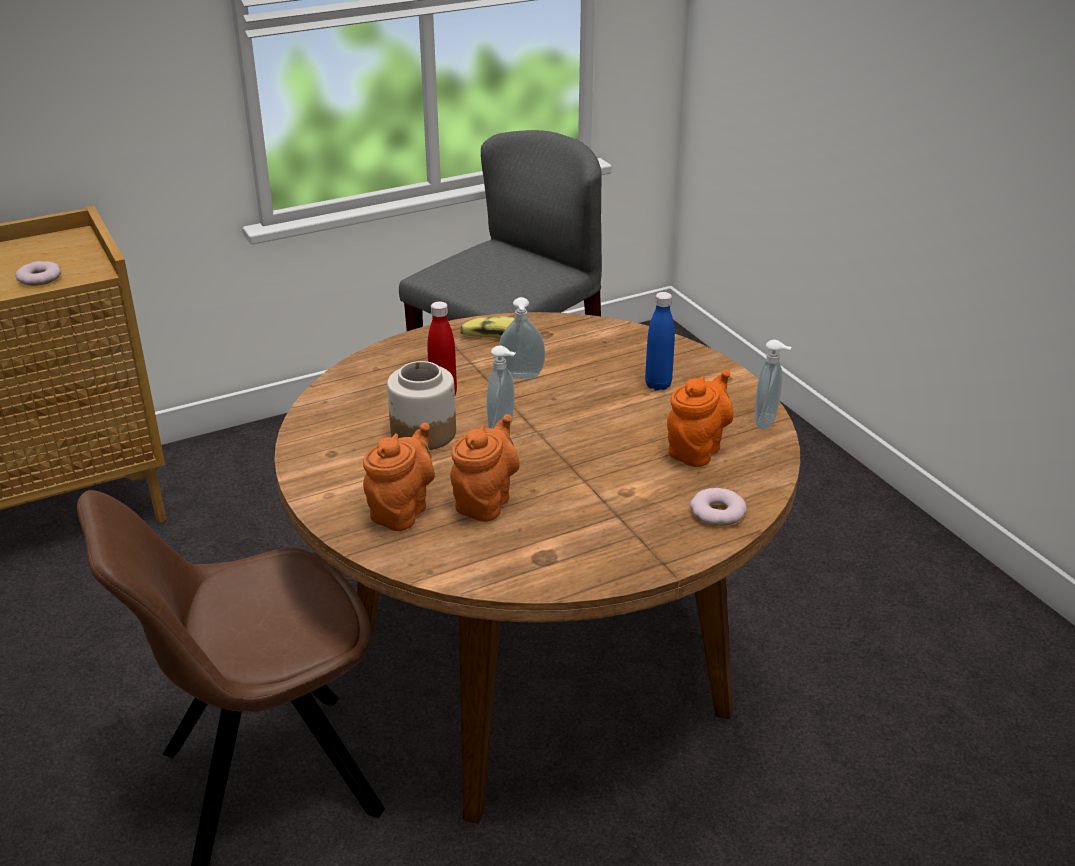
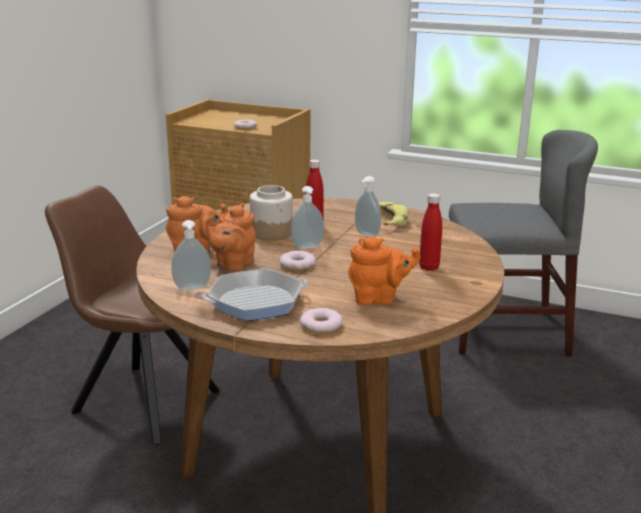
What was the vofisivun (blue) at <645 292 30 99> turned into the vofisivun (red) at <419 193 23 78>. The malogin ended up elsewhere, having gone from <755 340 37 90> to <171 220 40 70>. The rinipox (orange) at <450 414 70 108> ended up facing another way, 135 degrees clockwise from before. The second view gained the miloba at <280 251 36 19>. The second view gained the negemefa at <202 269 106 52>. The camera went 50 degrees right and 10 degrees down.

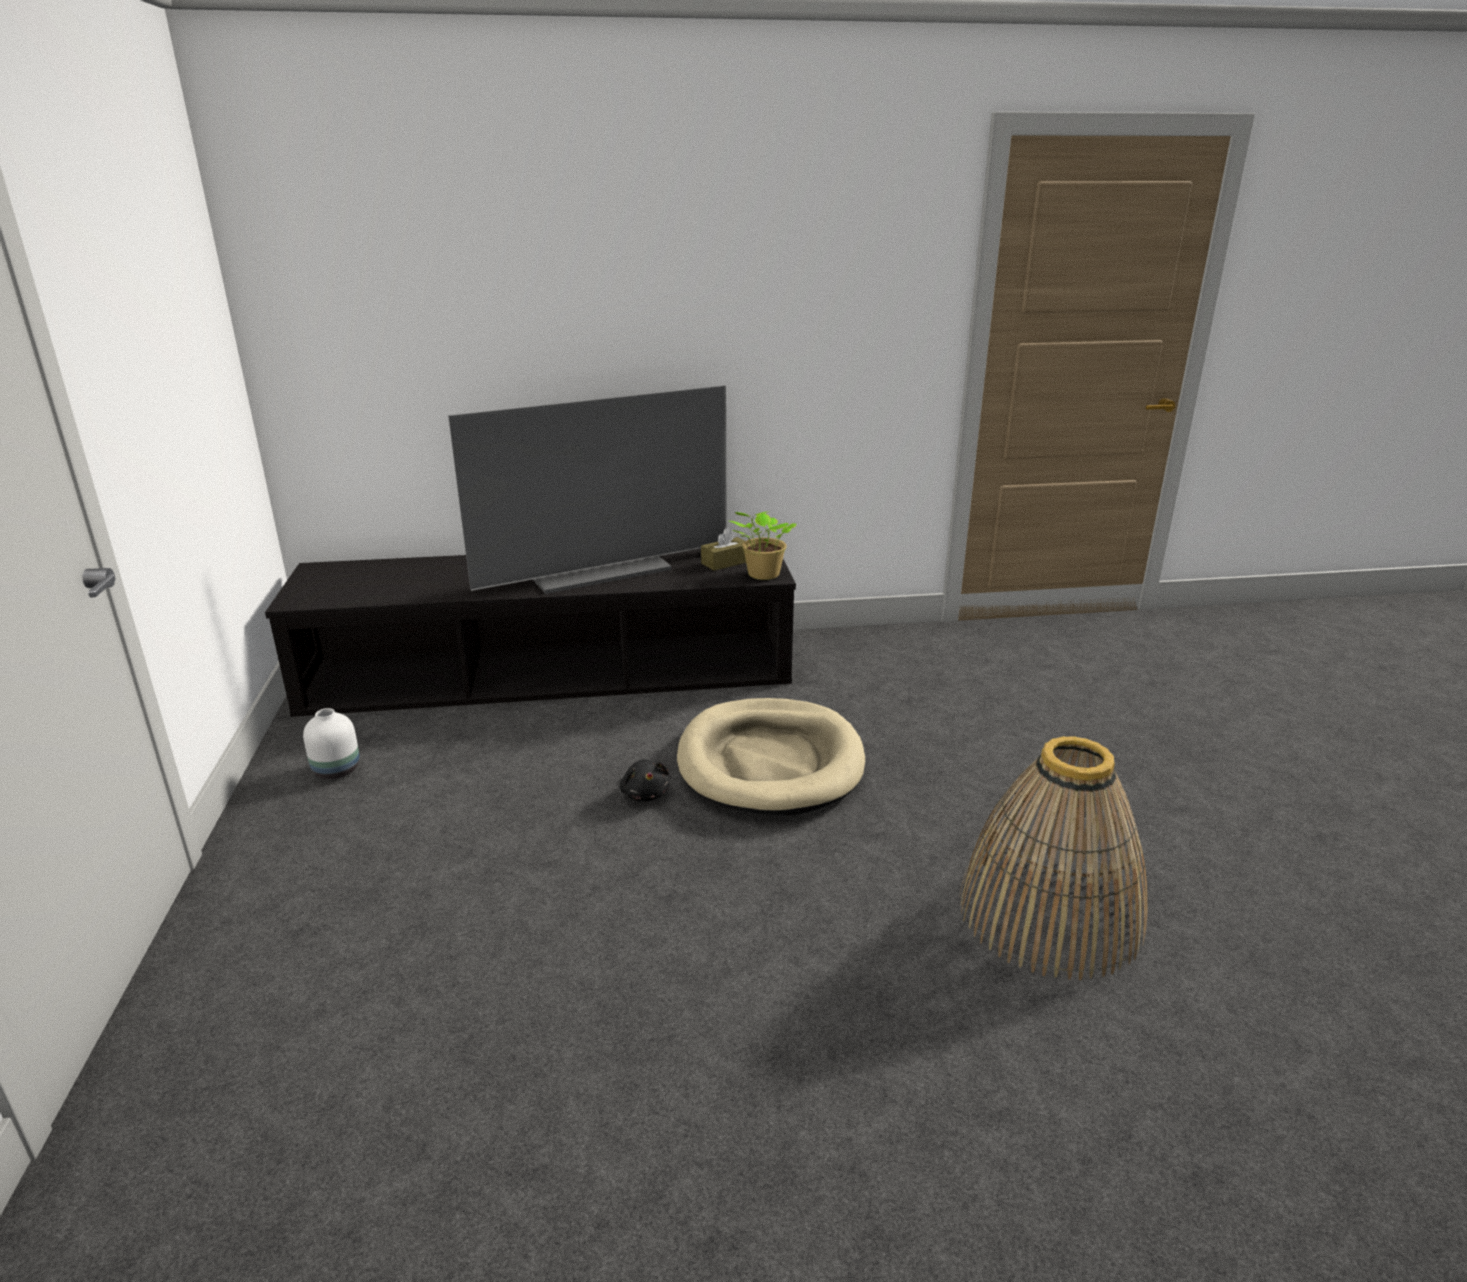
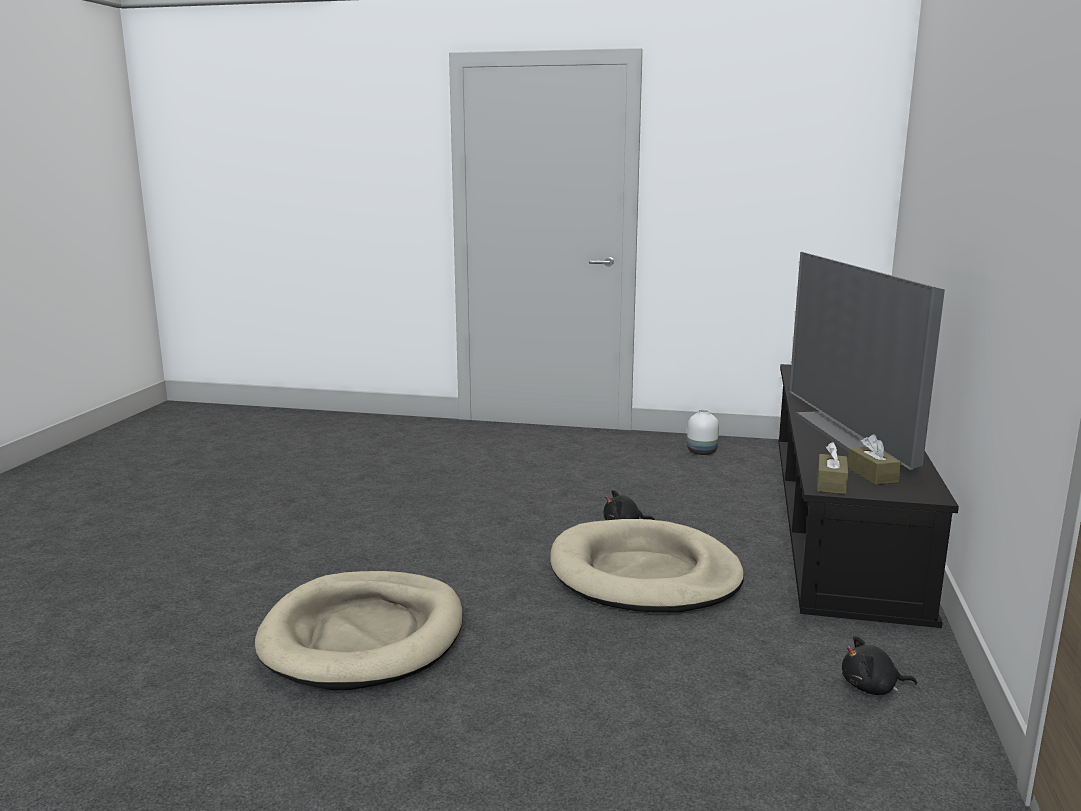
Where the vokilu stood at <729 512 68 68>, the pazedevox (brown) came to stand at <817 442 31 53>. Where the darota stood at <959 736 189 244>, the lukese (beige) came to stand at <255 571 208 119>. The second view gained the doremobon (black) at <842 636 75 59>. The camera went 110 degrees right and 10 degrees down.

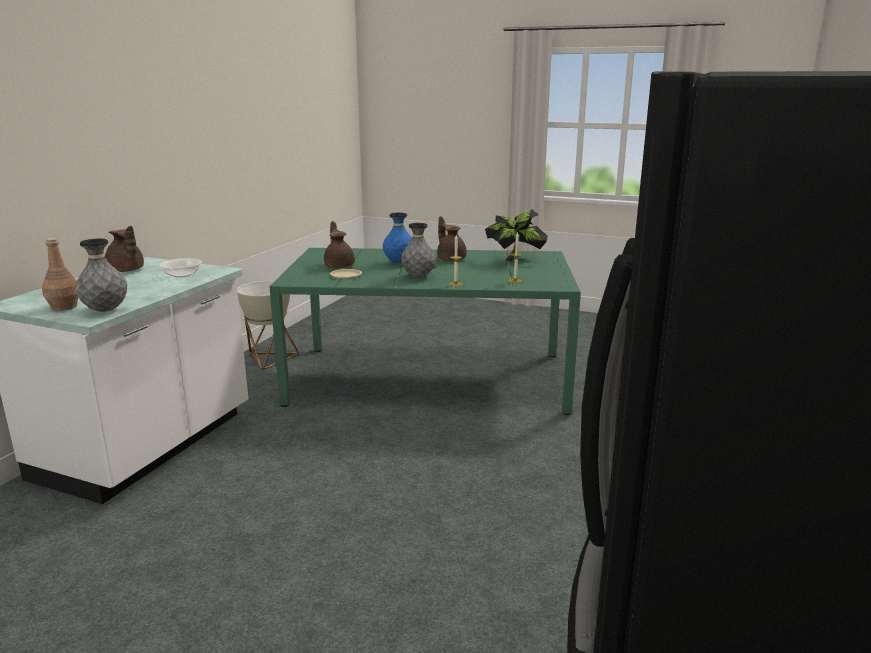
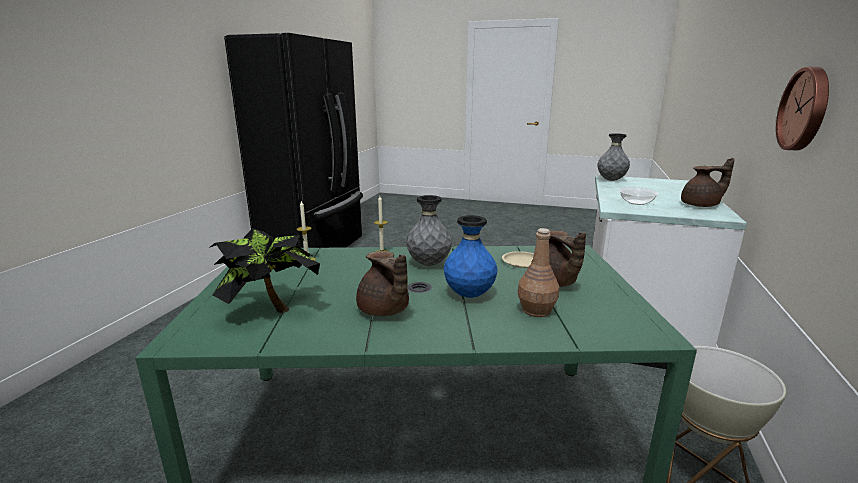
The rinipox (brown) at <105 226 39 46> ended up facing another way, 135 degrees clockwise from before. The vofisivun (brown) ended up elsewhere, having gone from <42 238 36 73> to <518 228 41 89>. The second view gained the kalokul at <776 67 53 83>. The camera went 175 degrees right and 0 degrees up.

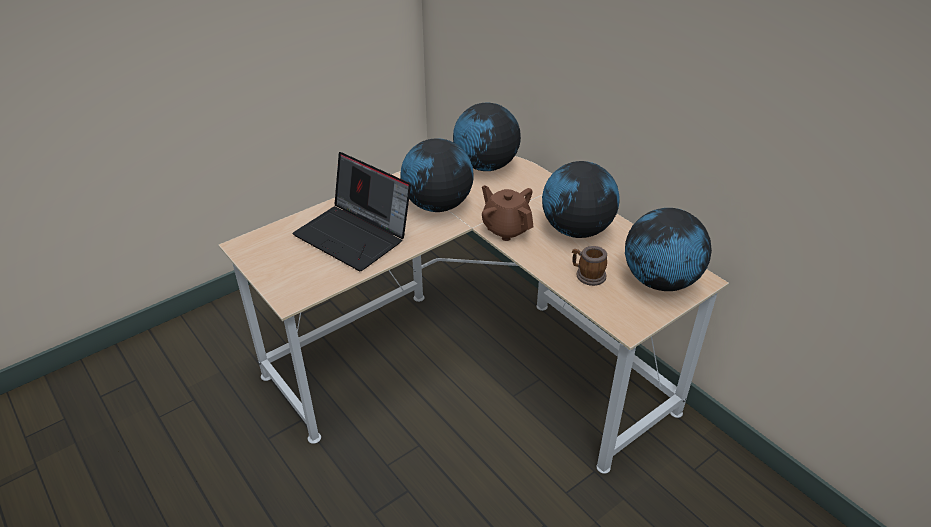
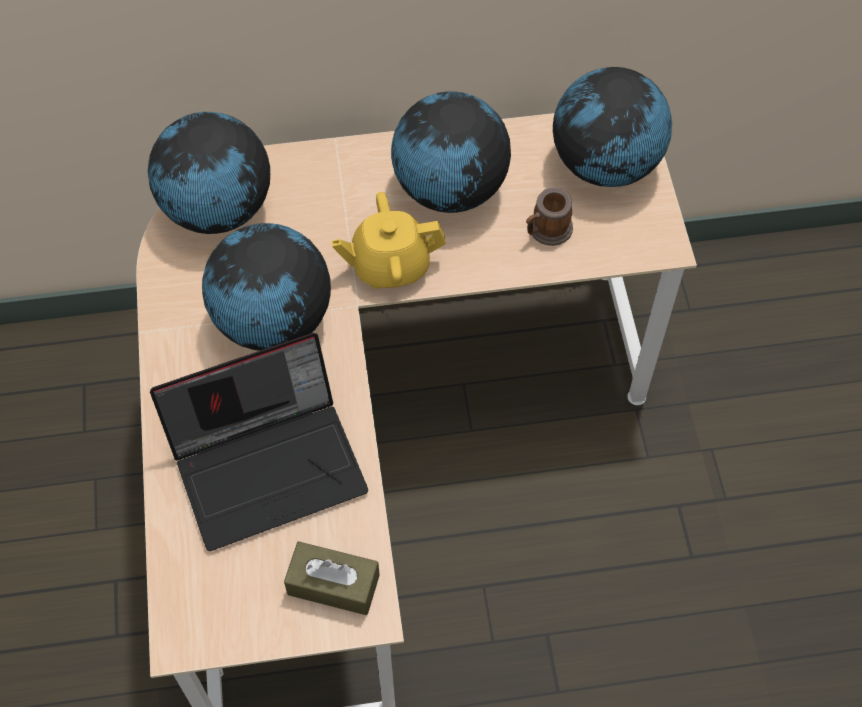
What was the rinipox (brown) at <482 185 52 56> turned into the rinipox (yellow) at <331 192 115 97>. The second view gained the pazedevox (brown) at <284 541 96 74>. The camera went 60 degrees left and 20 degrees up.

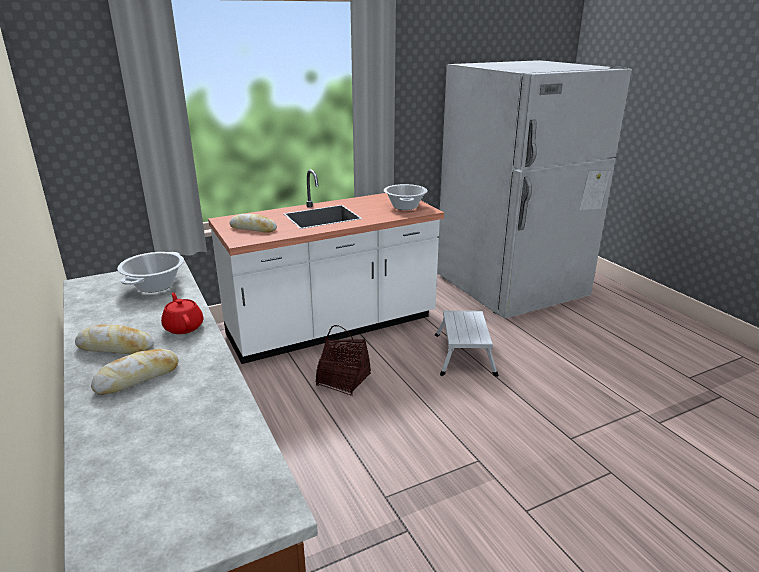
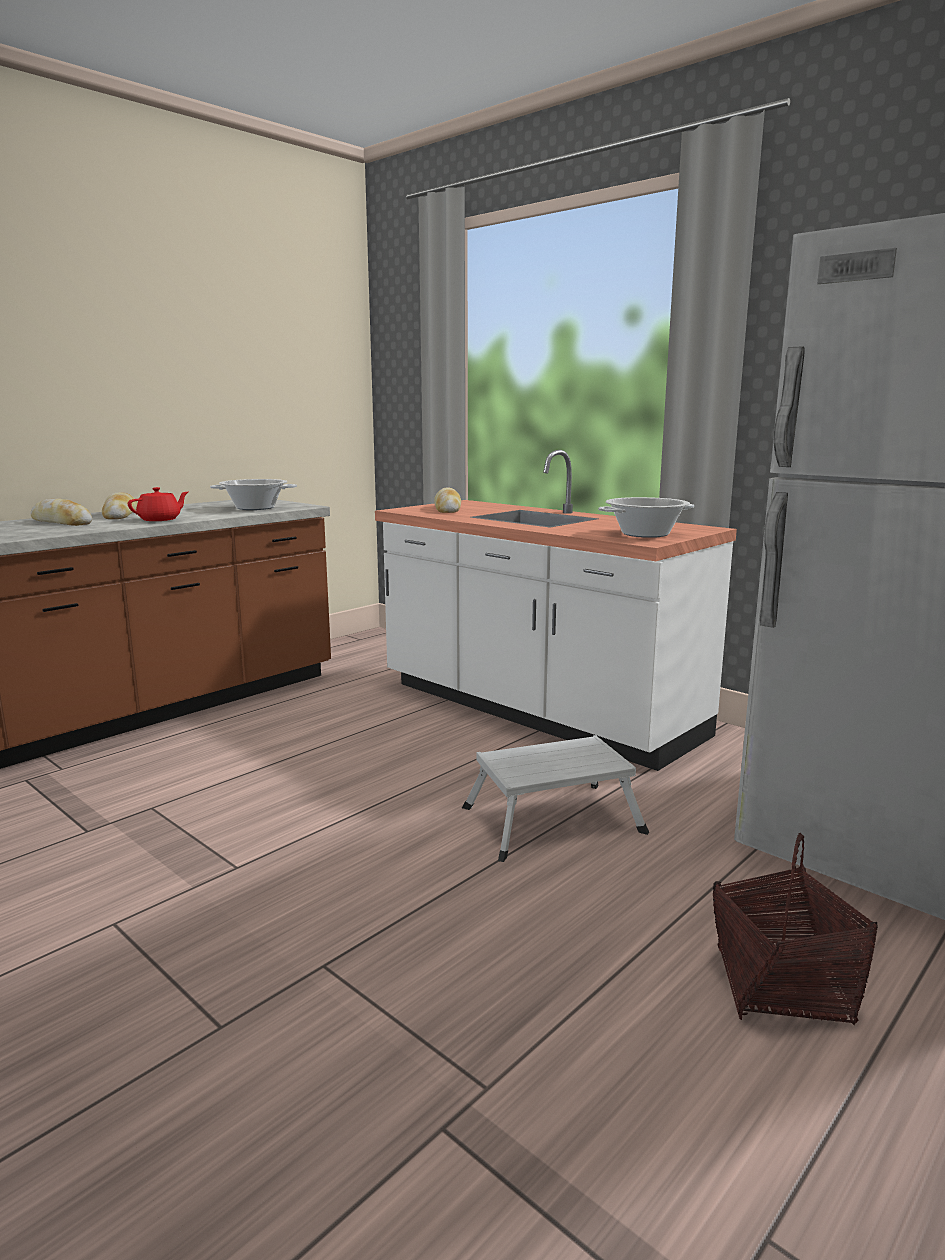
The darota ended up elsewhere, having gone from <316 325 55 71> to <713 833 165 193>. The camera went 70 degrees right and 10 degrees down.

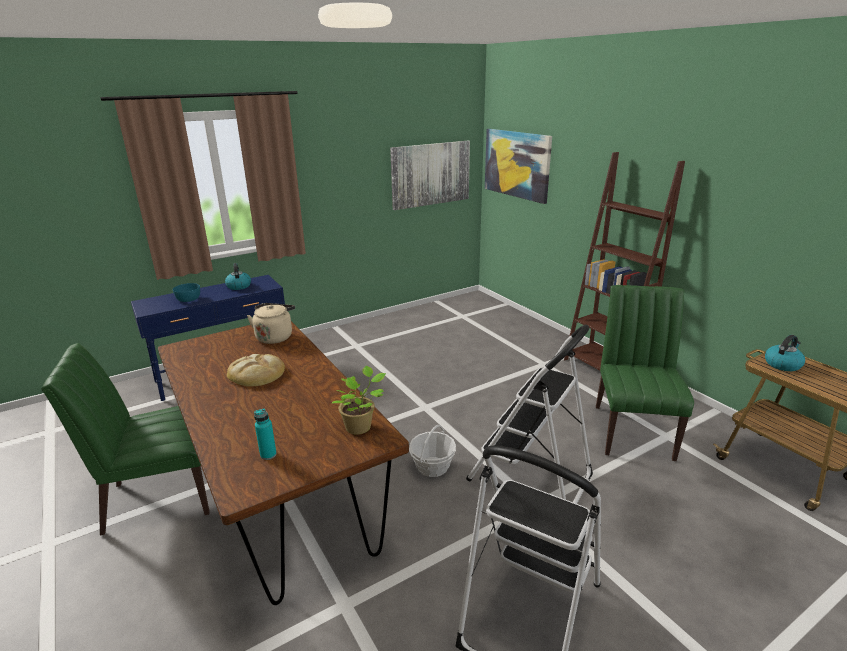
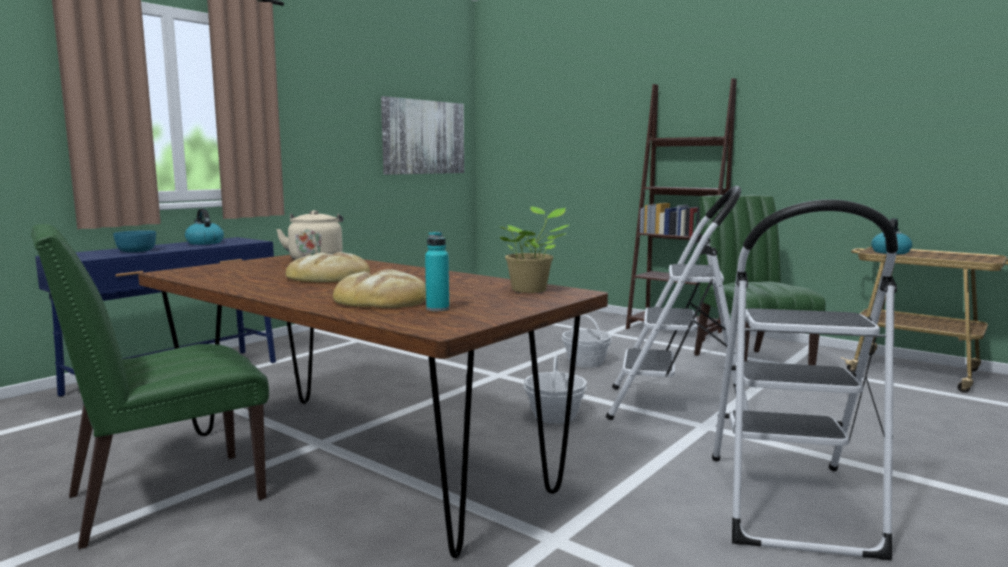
The second view lost the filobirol at <485 129 67 75>. The second view gained the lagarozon at <333 269 93 39>. The second view gained the darota at <562 314 50 54>. The camera went 20 degrees left and 15 degrees down.

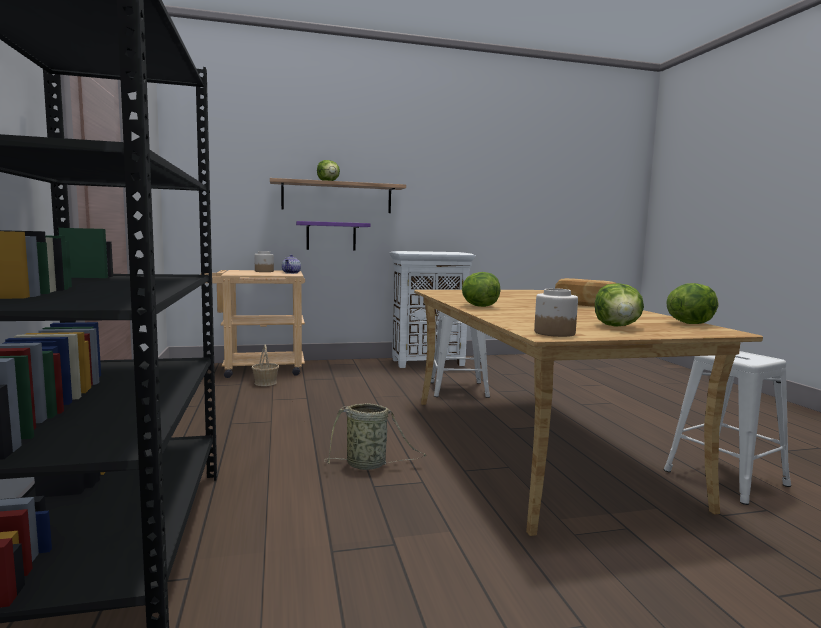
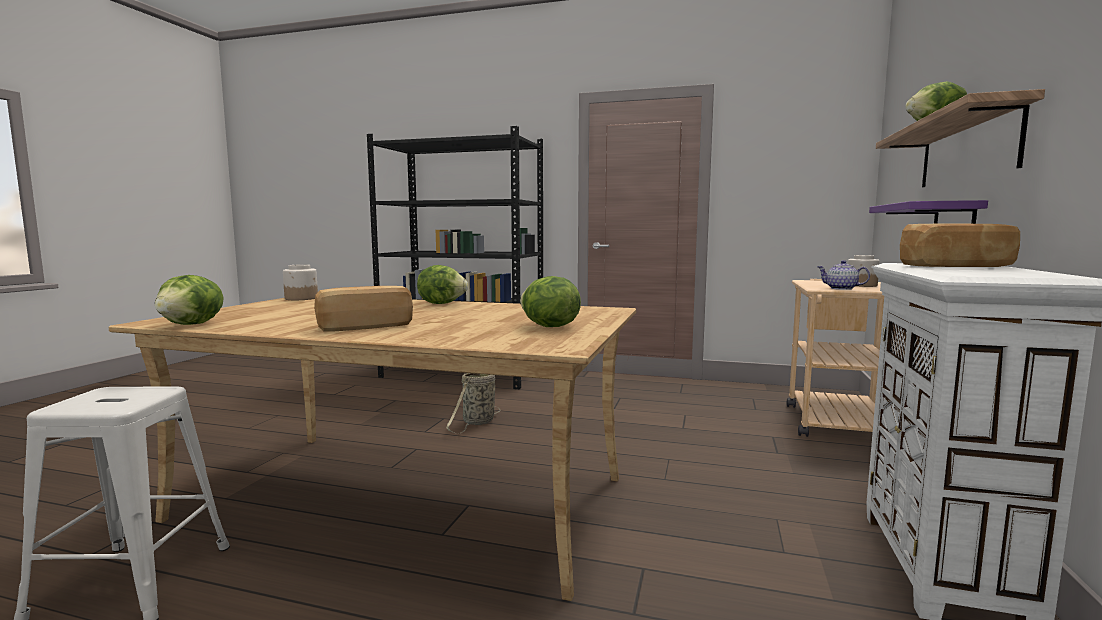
The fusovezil ended up elsewhere, having gone from <595 283 49 44> to <520 276 61 51>. The second view lost the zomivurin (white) at <431 312 59 86>. The second view lost the darota at <252 345 27 41>. The second view gained the lagarozon at <900 224 120 43>. The camera went 120 degrees right and 0 degrees up.

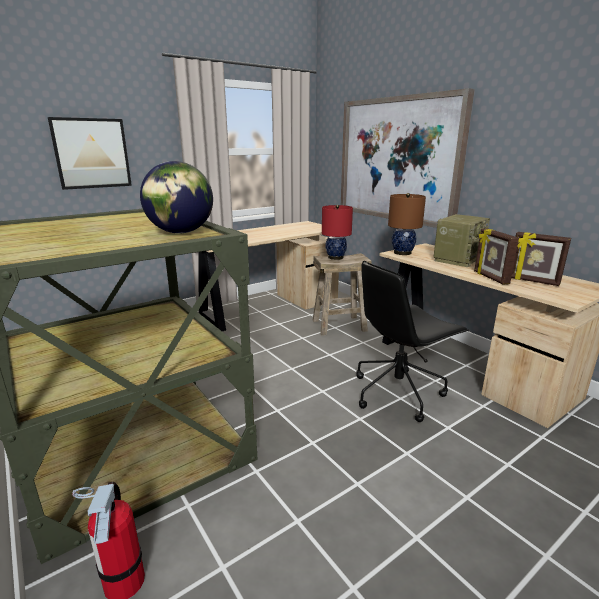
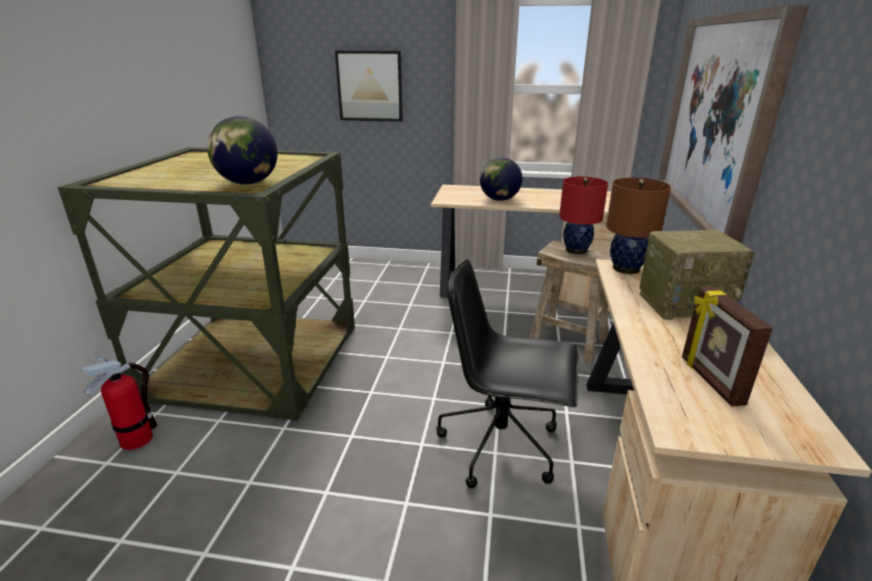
The second view lost the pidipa at <474 228 45 57>. The second view gained the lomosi at <480 157 42 44>. The camera went 45 degrees right and 5 degrees up.

